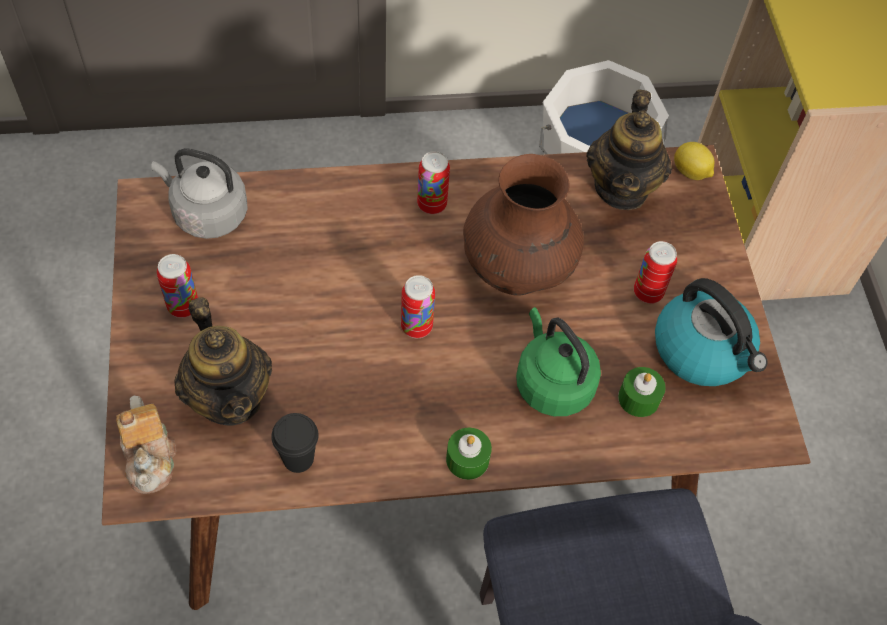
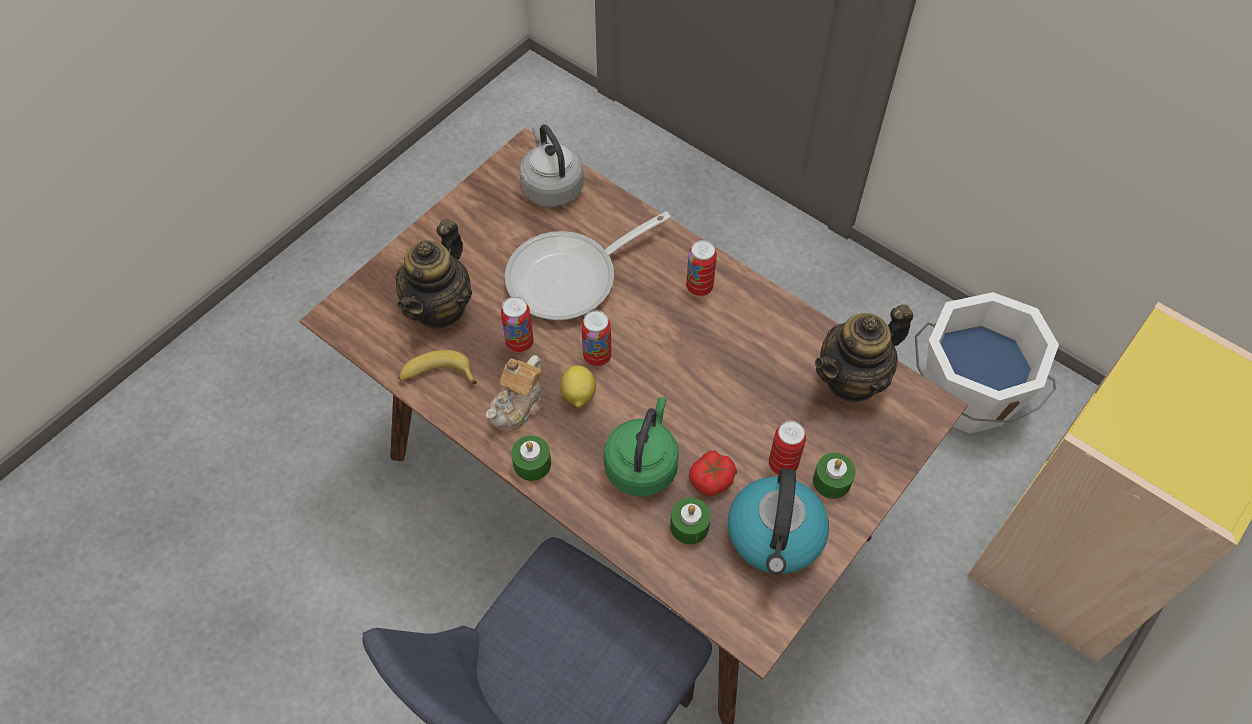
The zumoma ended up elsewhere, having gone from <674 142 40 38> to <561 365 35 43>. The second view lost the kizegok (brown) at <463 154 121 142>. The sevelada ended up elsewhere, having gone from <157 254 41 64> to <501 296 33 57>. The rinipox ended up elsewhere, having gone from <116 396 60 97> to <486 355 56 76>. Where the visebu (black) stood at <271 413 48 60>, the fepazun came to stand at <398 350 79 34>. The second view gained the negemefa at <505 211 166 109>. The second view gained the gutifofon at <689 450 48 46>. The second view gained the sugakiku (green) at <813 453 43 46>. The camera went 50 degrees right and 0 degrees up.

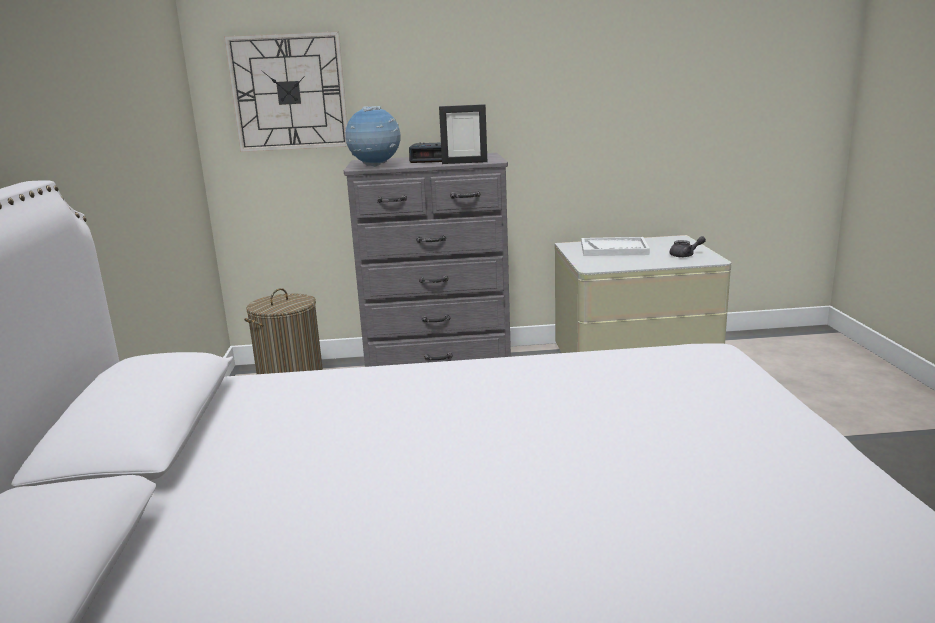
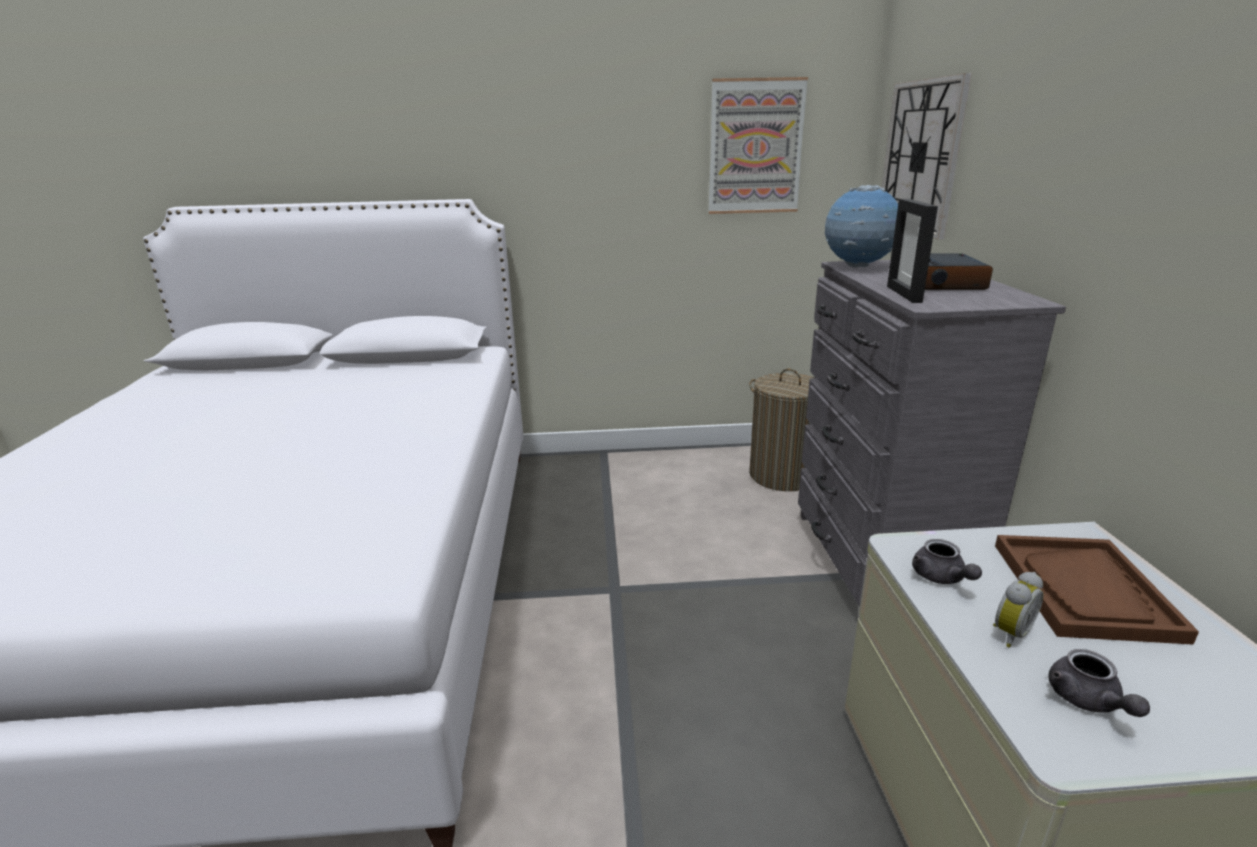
What was the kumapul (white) at <581 237 69 19> turned into the kumapul (brown) at <995 535 204 110>. The second view gained the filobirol at <708 77 100 137>. The second view gained the rinipox (grey) at <912 539 70 45>. The second view gained the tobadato at <993 572 50 76>. The camera went 90 degrees right and 5 degrees up.

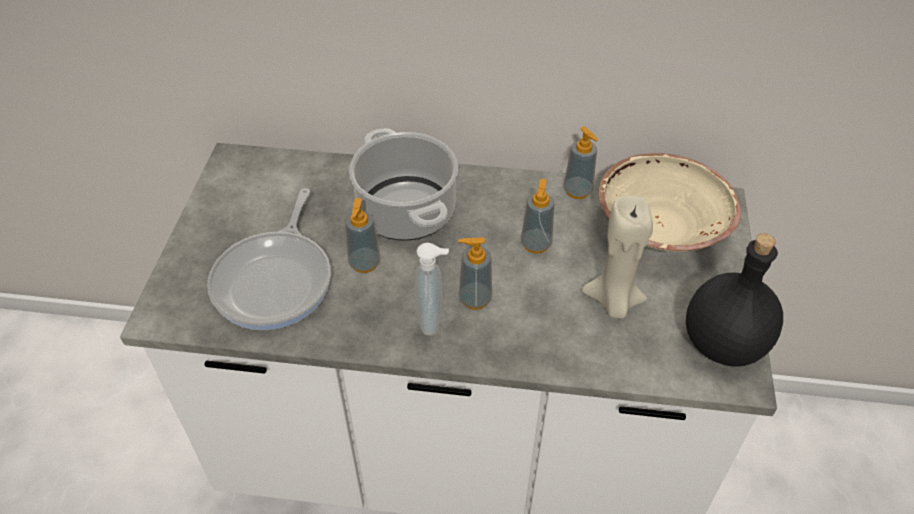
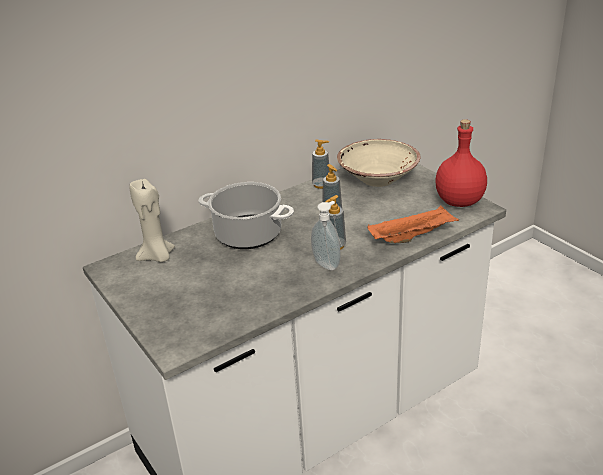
The second view lost the negemefa at <207 188 124 142>. The sugakiku (beige) ended up elsewhere, having gone from <582 195 71 124> to <129 179 46 83>. The second view lost the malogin at <345 198 35 75>. What was the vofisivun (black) at <686 234 97 133> turned into the vofisivun (red) at <435 119 52 88>. The second view gained the kumapul (orange) at <367 205 92 38>. The camera went 40 degrees left and 15 degrees down.

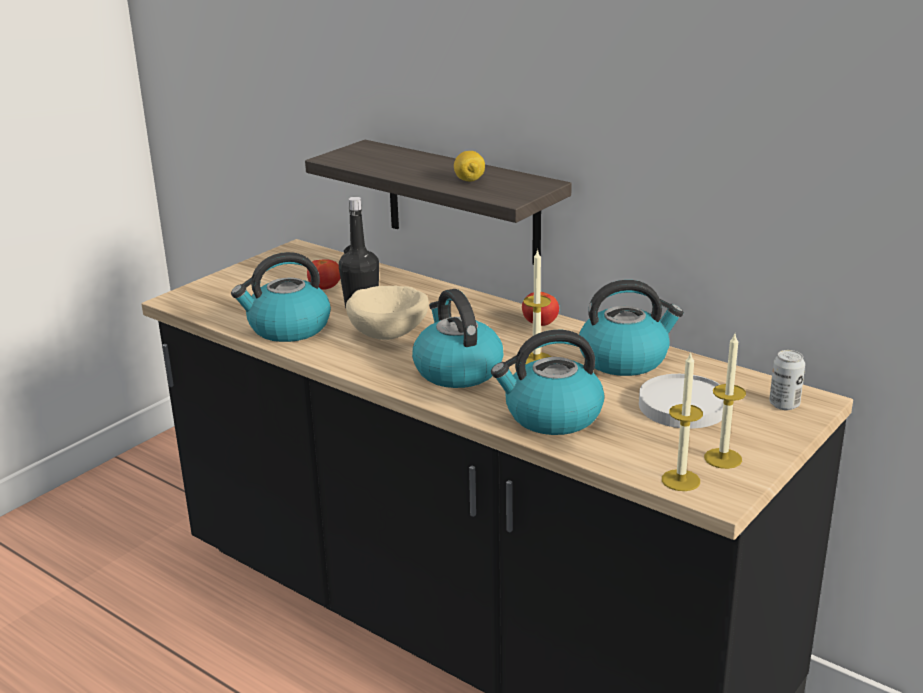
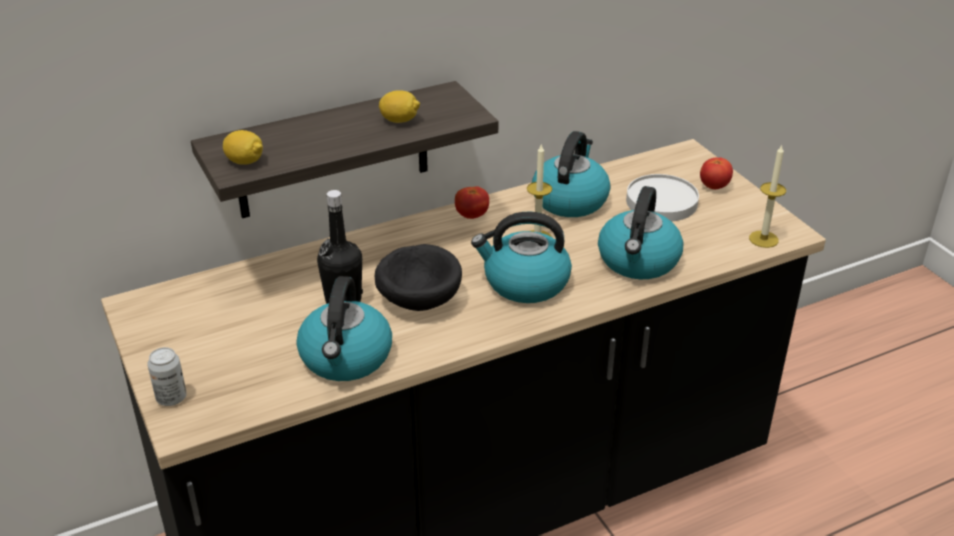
The gutifofon ended up elsewhere, having gone from <307 259 33 31> to <700 158 33 31>. What was the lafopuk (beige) at <346 286 83 54> turned into the lafopuk (black) at <375 244 87 67>. The second view lost the sugakiku at <704 334 42 135>. The sevelada ended up elsewhere, having gone from <769 350 36 60> to <147 347 40 59>. The second view gained the zumoma at <223 130 40 35>. The camera went 65 degrees left and 10 degrees up.

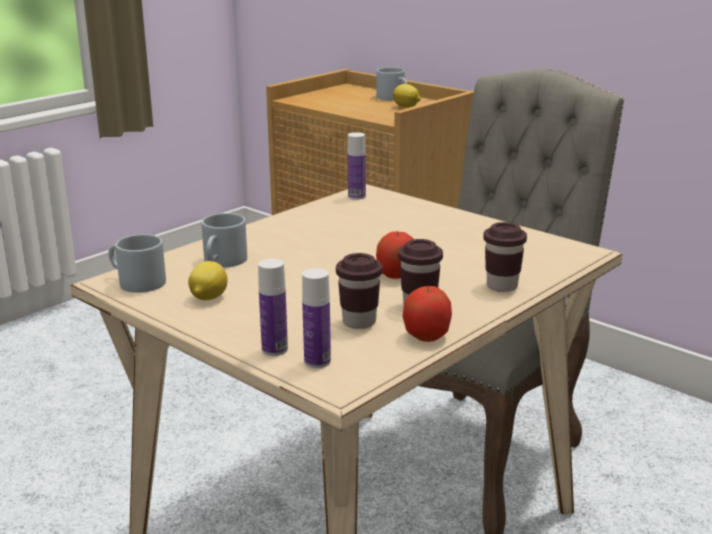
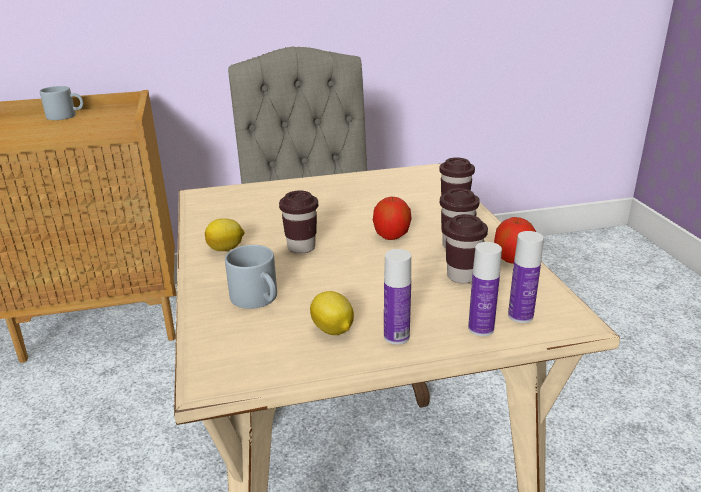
The zumoma ended up elsewhere, having gone from <393 84 28 24> to <205 218 40 33>. The vofisivun ended up elsewhere, having gone from <348 132 18 68> to <384 249 27 96>. The second view lost the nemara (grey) at <109 234 57 59>. The second view gained the visebu (brown) at <279 190 39 64>. The camera went 55 degrees left and 5 degrees up.

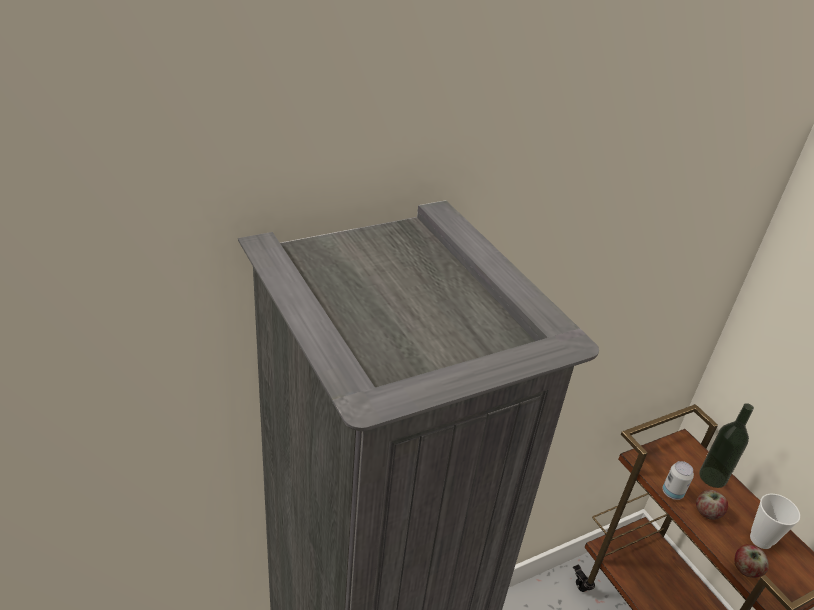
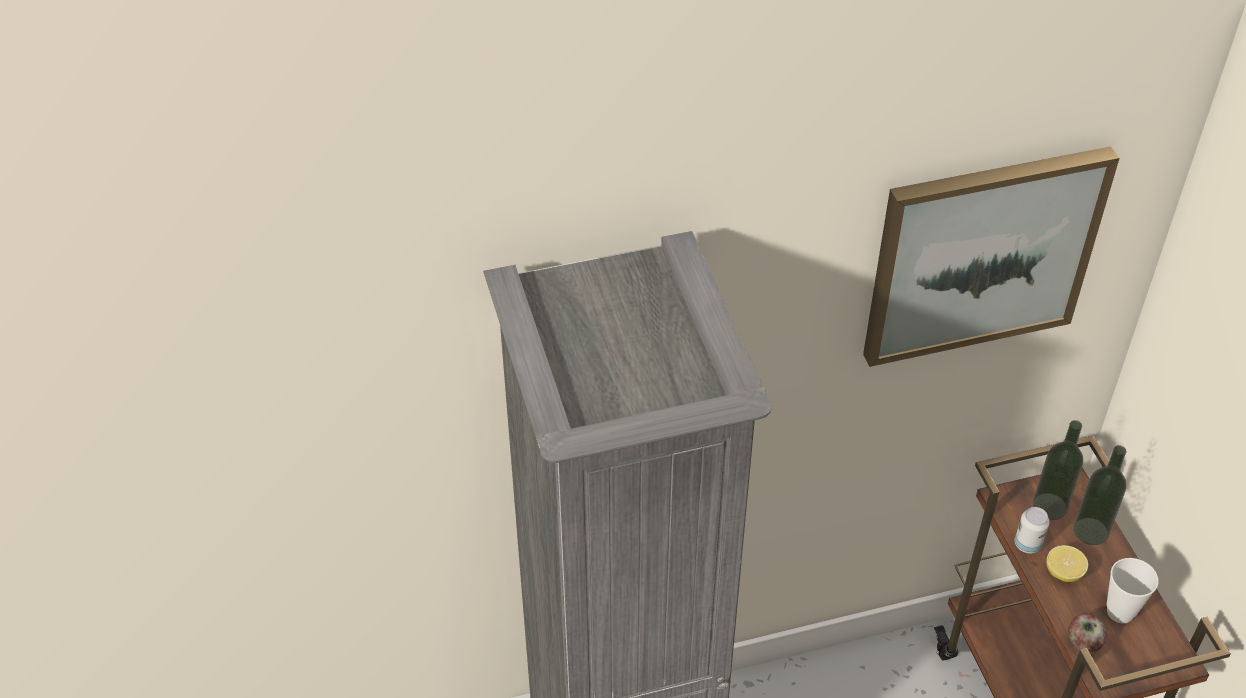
Where the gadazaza stood at <696 490 32 30>, the zumoma came to stand at <1046 545 42 37>. The second view gained the filobirol at <863 146 256 221>. The second view gained the vofisivun at <1033 420 50 100>. The camera went 15 degrees right and 10 degrees up.

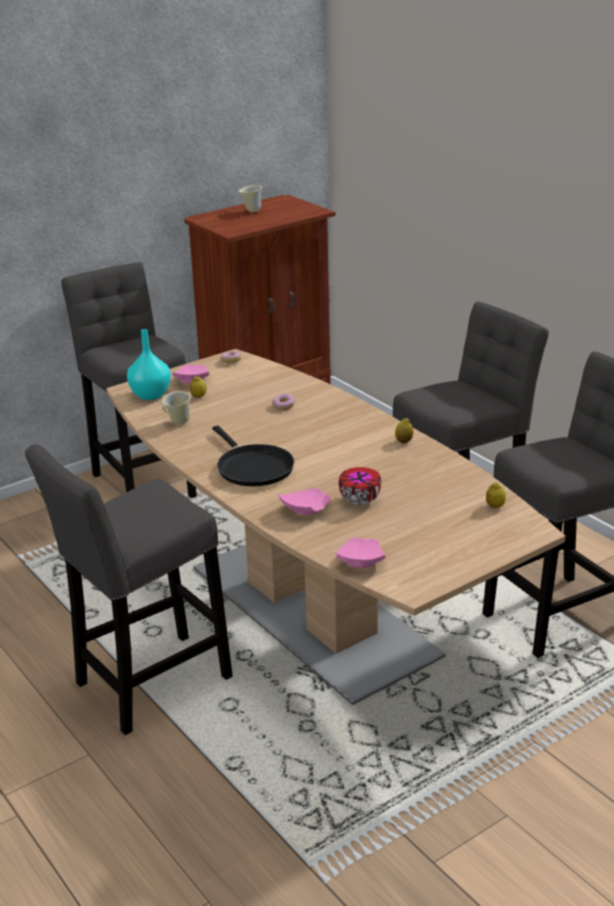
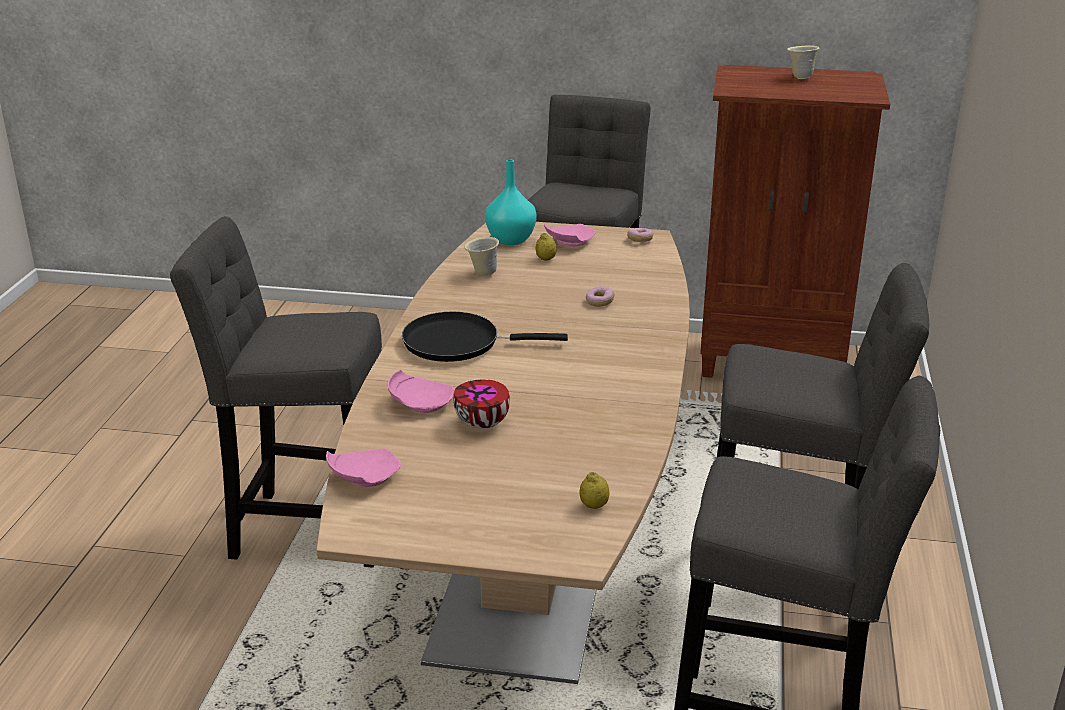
The second view lost the zumoma at <395 418 18 25>. The negemefa (black) at <213 425 81 61> ended up facing another way, 75 degrees clockwise from before. The camera went 45 degrees right and 0 degrees up.

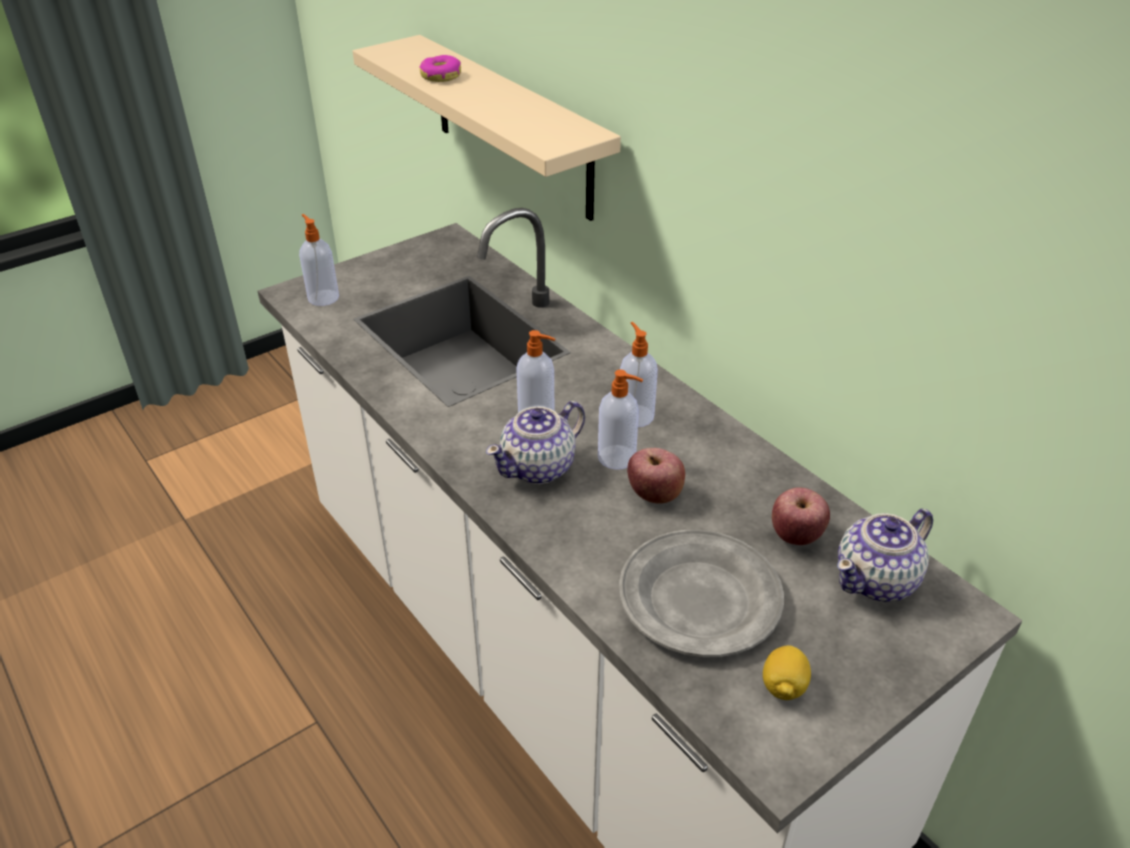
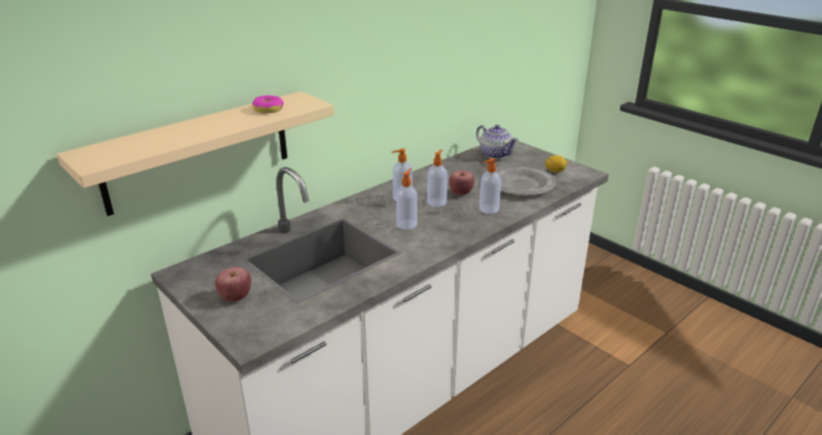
The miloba ended up elsewhere, having gone from <419 55 42 27> to <252 95 32 18>. The malogin ended up elsewhere, having gone from <299 214 40 92> to <479 158 22 56>. The second view lost the rinipox at <486 401 99 83>. The gadazaza ended up elsewhere, having gone from <772 487 58 58> to <215 267 36 35>. The camera went 95 degrees left and 10 degrees down.

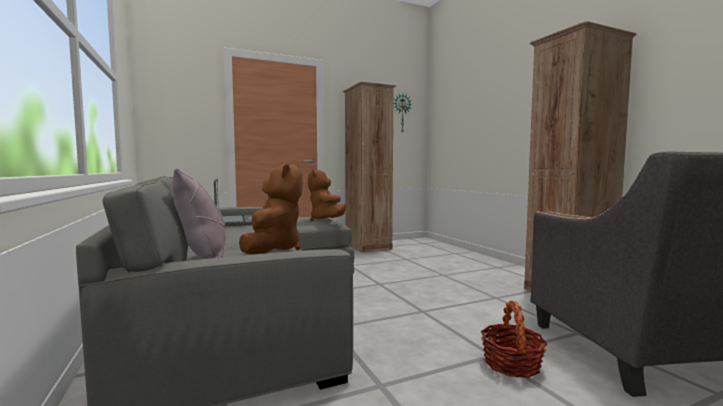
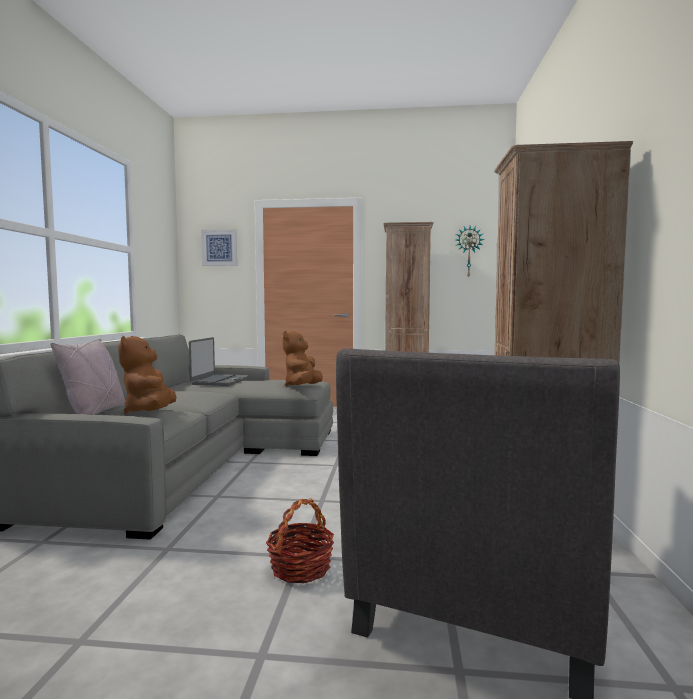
The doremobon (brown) at <239 163 64 92> ended up facing another way, 135 degrees clockwise from before. The second view gained the filobirol at <201 229 36 37>. The camera went 30 degrees right and 0 degrees up.

